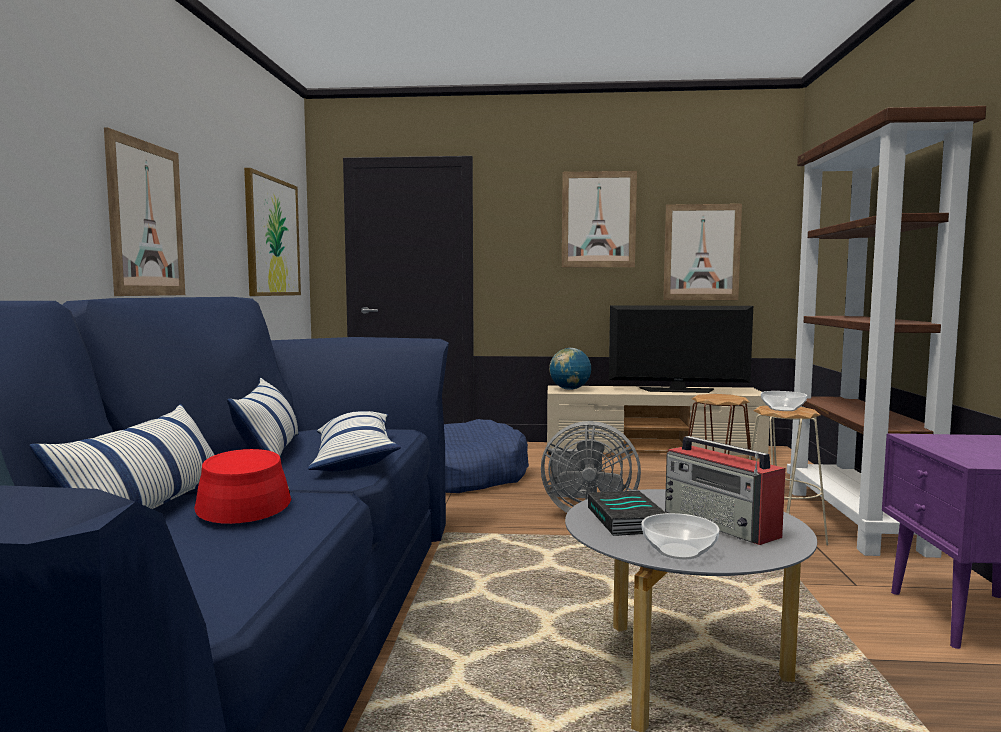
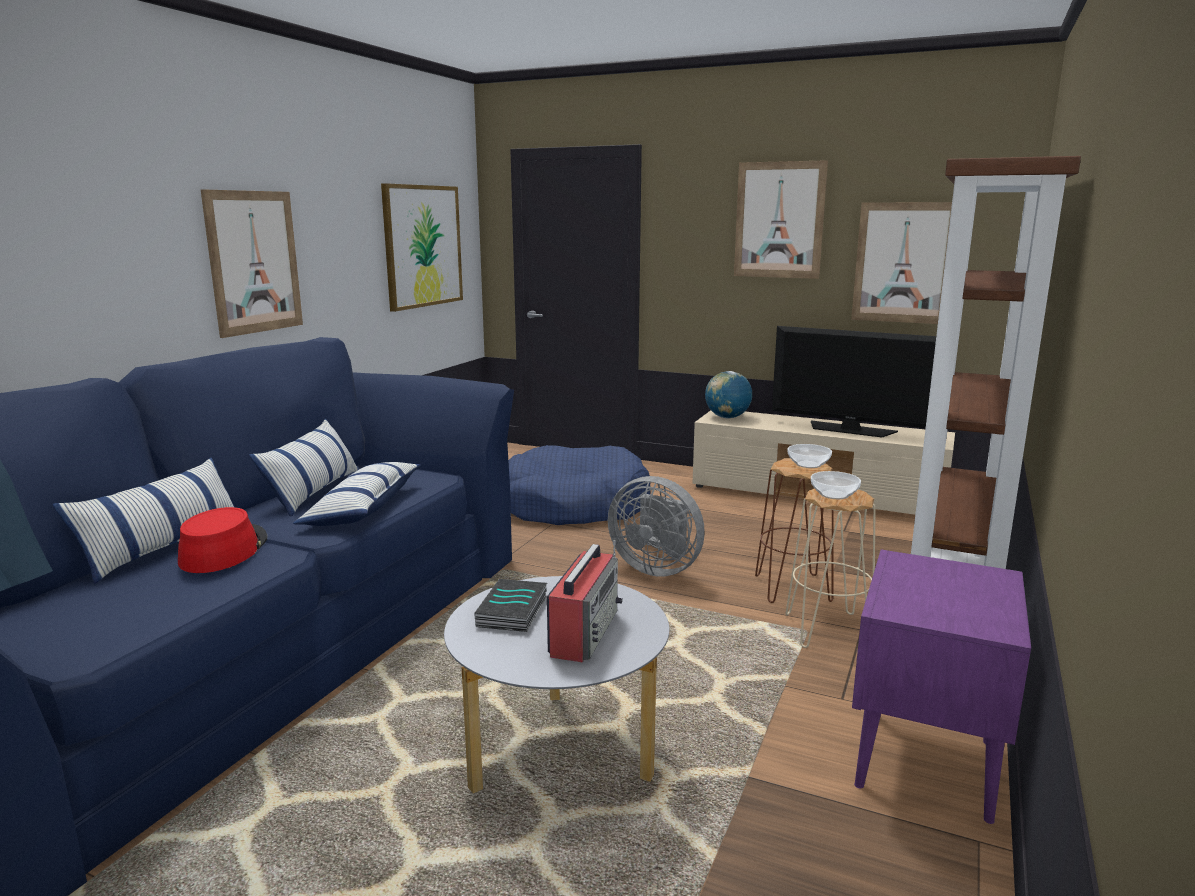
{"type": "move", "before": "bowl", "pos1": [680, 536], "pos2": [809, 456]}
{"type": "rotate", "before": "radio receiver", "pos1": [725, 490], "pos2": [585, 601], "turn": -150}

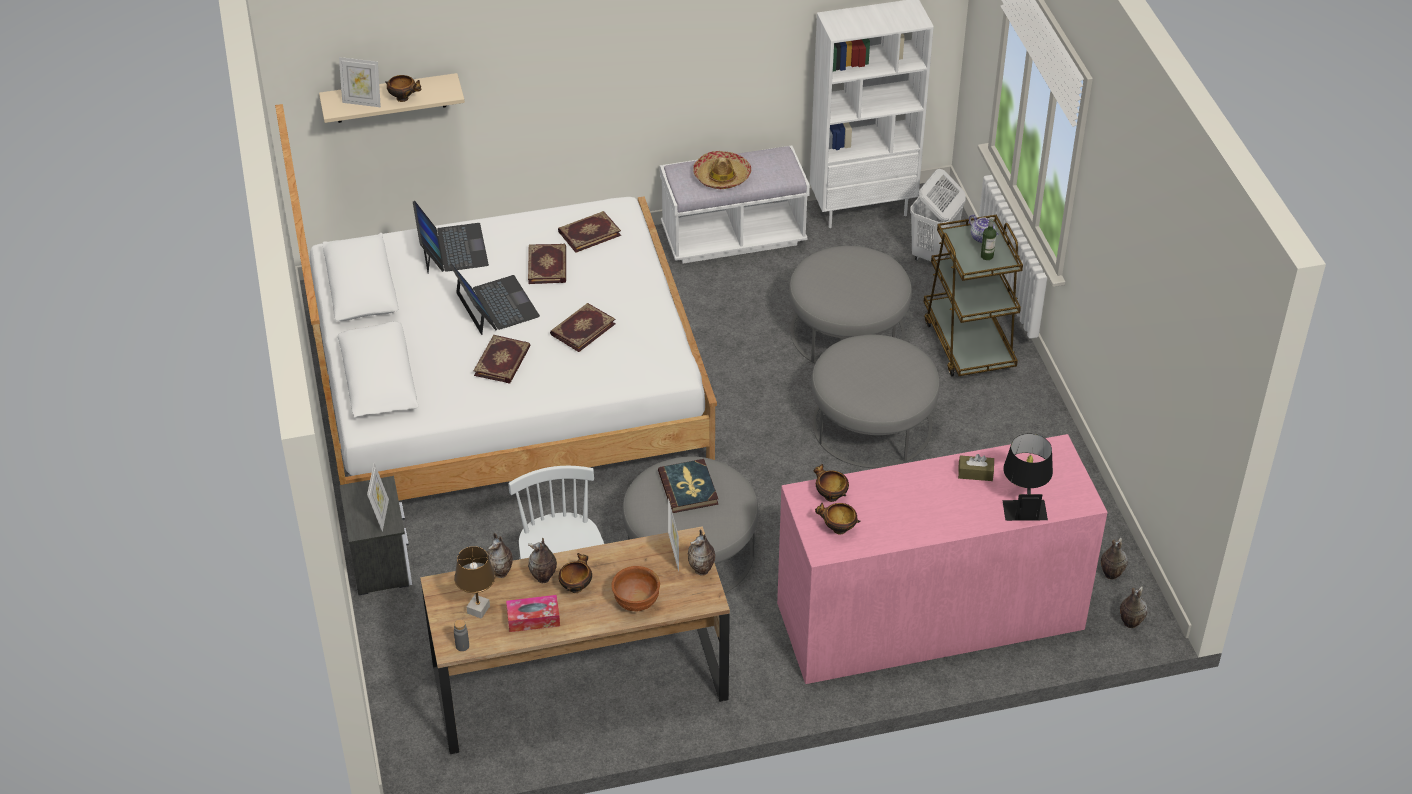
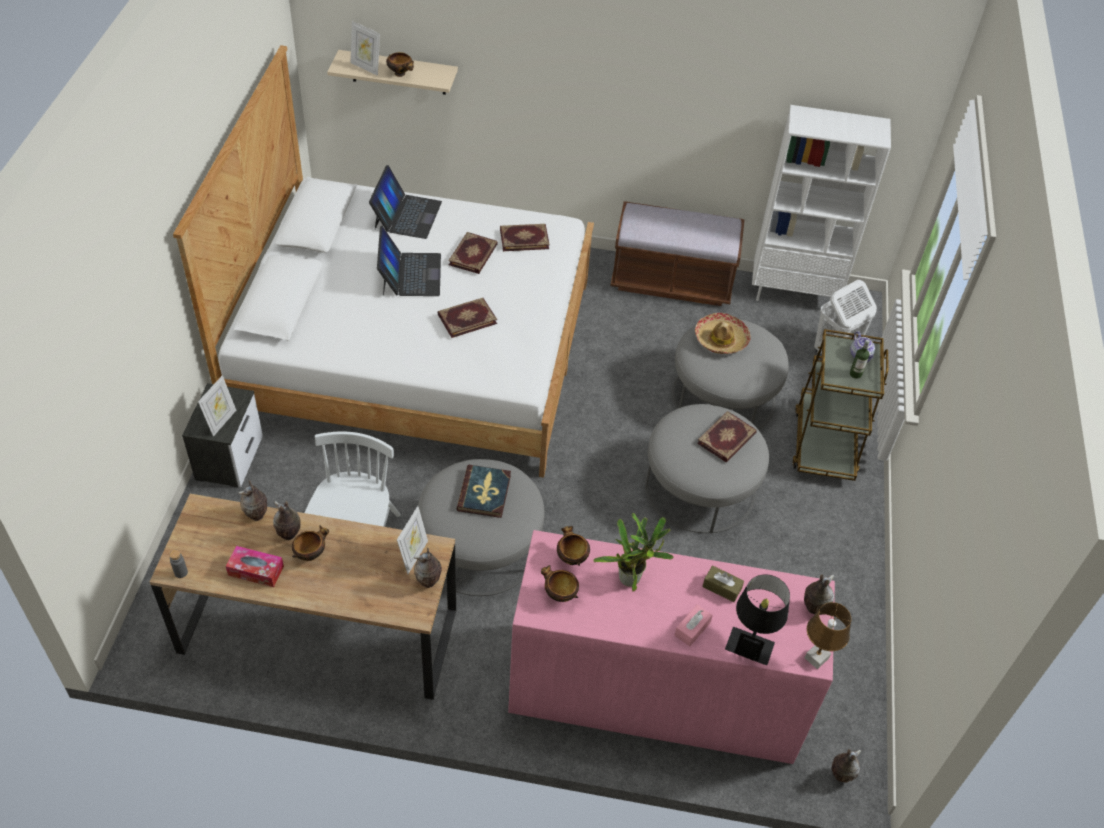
{"type": "delete", "before": "bowl/brown-coloured", "pos1": [635, 588]}
{"type": "insert", "after": "potted plant", "pos2": [633, 552]}
{"type": "insert", "after": "tissue holder/pinkish", "pos2": [693, 625]}
{"type": "move", "before": "table lamp/brown-coloured", "pos1": [474, 582], "pos2": [828, 635]}
{"type": "move", "before": "volume", "pos1": [502, 359], "pos2": [727, 436]}
{"type": "move", "before": "hat", "pos1": [722, 170], "pos2": [723, 333]}
{"type": "move", "before": "flower vase", "pos1": [1114, 559], "pos2": [819, 594]}
{"type": "recolor", "before": "bench/white", "after": "bench/brown-coloured", "pos1": [735, 204], "pos2": [677, 253]}

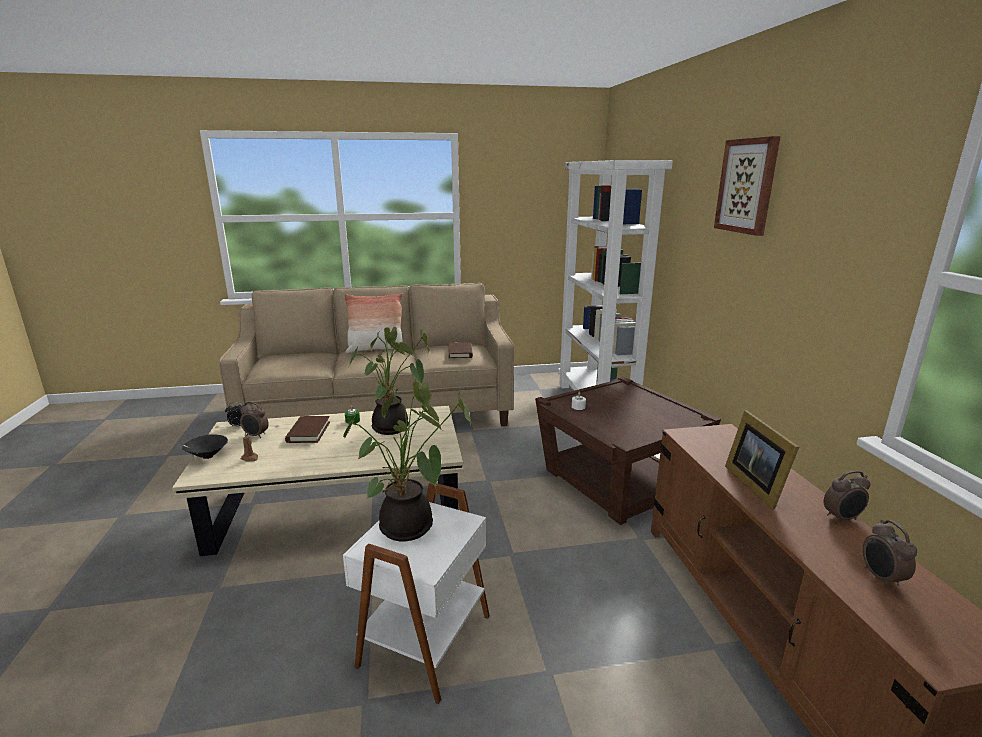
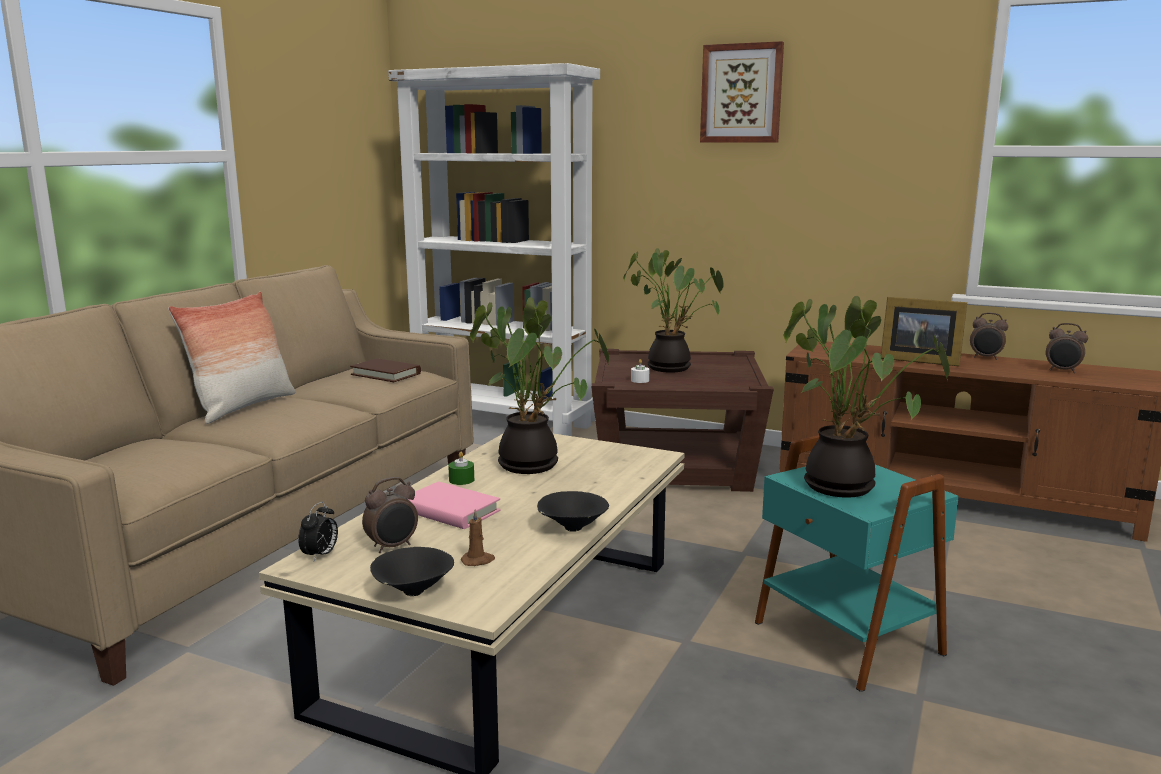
{"type": "insert", "after": "bowl/blackish", "pos2": [573, 511]}
{"type": "insert", "after": "potted plant", "pos2": [673, 310]}
{"type": "recolor", "before": "volume/brown-coloured", "after": "volume/pinkish", "pos1": [307, 429], "pos2": [454, 505]}
{"type": "recolor", "before": "end table/white", "after": "end table/turquoise-coloured", "pos1": [416, 593], "pos2": [857, 563]}
{"type": "rotate", "before": "bedside clock", "pos1": [847, 496], "pos2": [989, 336], "turn": 90}

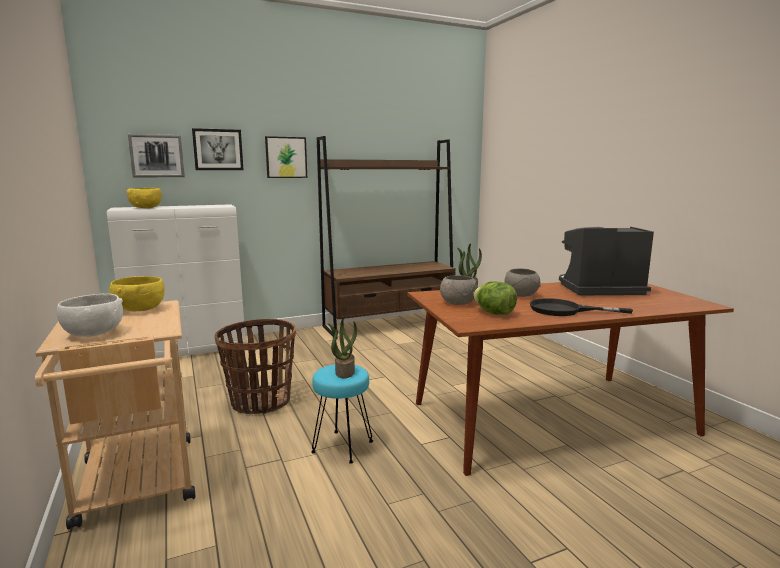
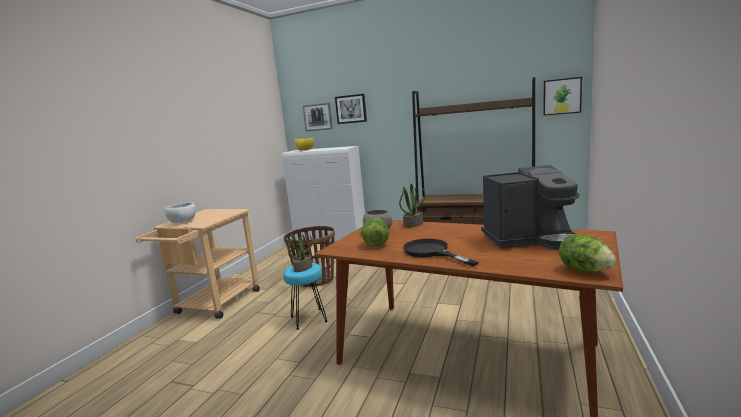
{"type": "delete", "before": "bowl/yellow-coloured", "pos1": [137, 293]}
{"type": "delete", "before": "bowl/grey", "pos1": [523, 282]}
{"type": "insert", "after": "lettuce", "pos2": [587, 253]}
{"type": "move", "before": "wall picture", "pos1": [286, 157], "pos2": [562, 96]}
{"type": "rotate", "before": "coffee brewer", "pos1": [606, 261], "pos2": [530, 207], "turn": 135}

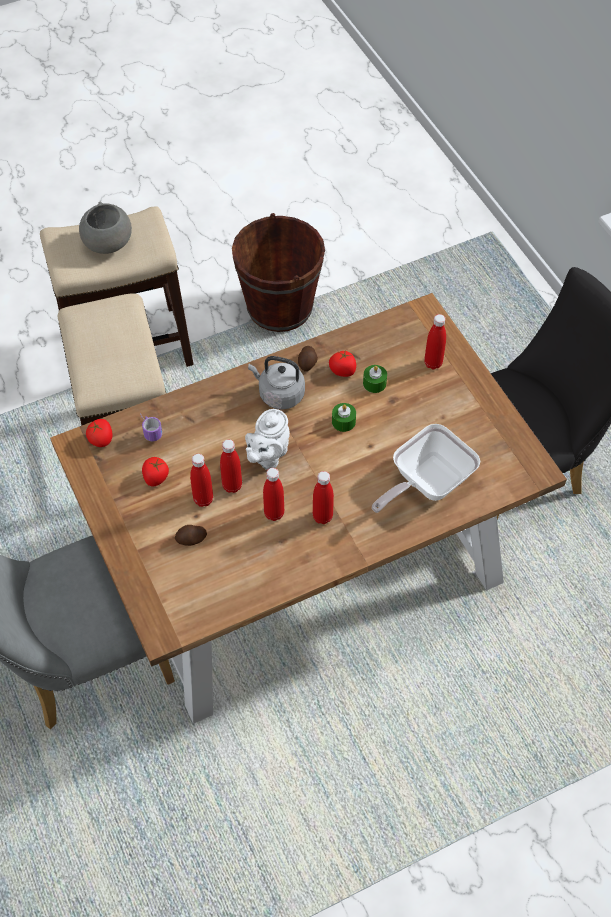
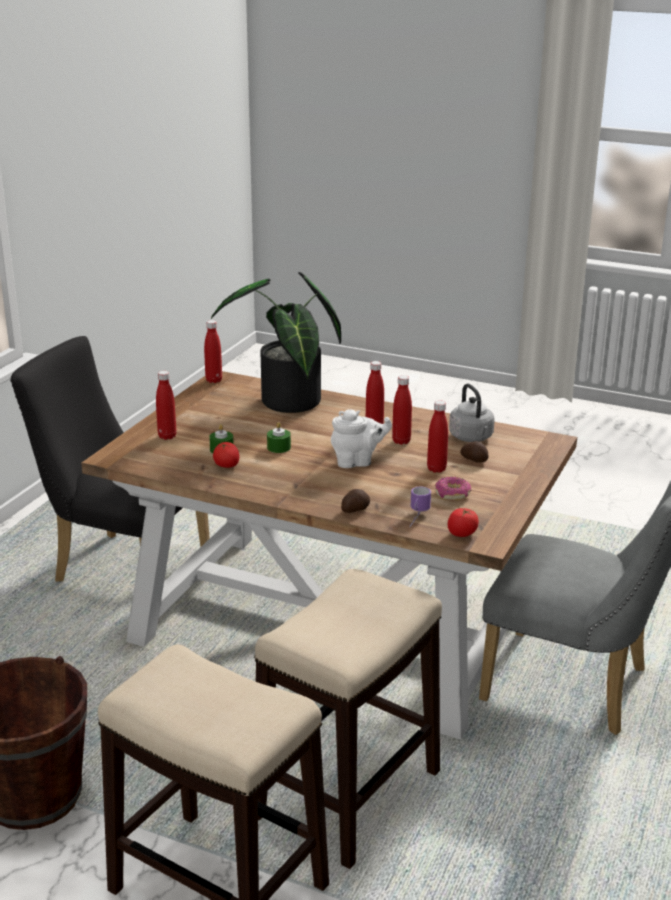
{"type": "delete", "before": "bowl/grey", "pos1": [105, 228]}
{"type": "move", "before": "beverage bottle/red-coloured", "pos1": [231, 466], "pos2": [213, 351]}
{"type": "move", "before": "water kettle/grey", "pos1": [276, 383], "pos2": [472, 412]}
{"type": "move", "before": "potato", "pos1": [308, 358], "pos2": [355, 501]}
{"type": "replace", "before": "fresh tomato", "after": "ring doughnut", "pos1": [155, 472], "pos2": [453, 488]}
{"type": "replace", "before": "skillet", "after": "potted plant", "pos1": [426, 468], "pos2": [276, 342]}

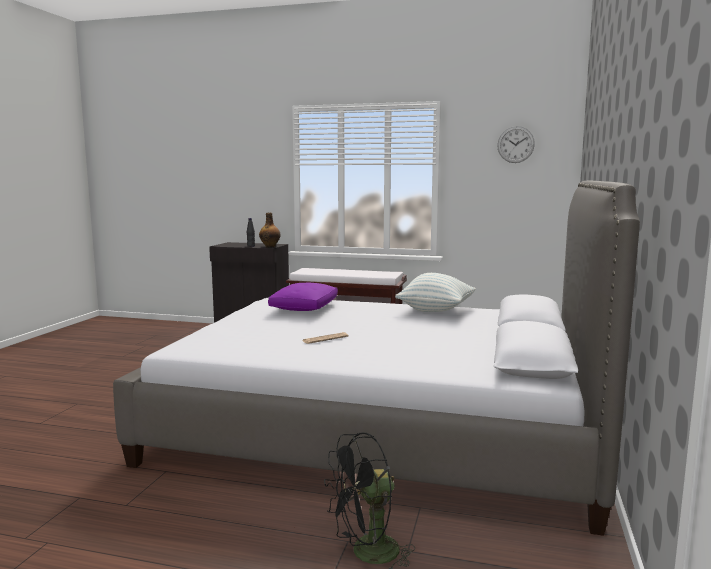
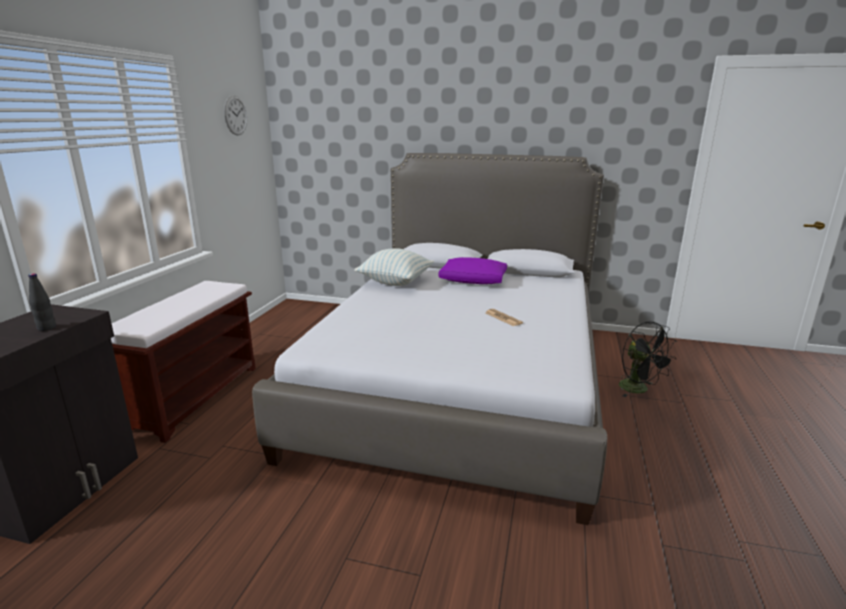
{"type": "delete", "before": "beverage bottle", "pos1": [269, 230]}
{"type": "move", "before": "cushion/purplish", "pos1": [303, 297], "pos2": [472, 270]}

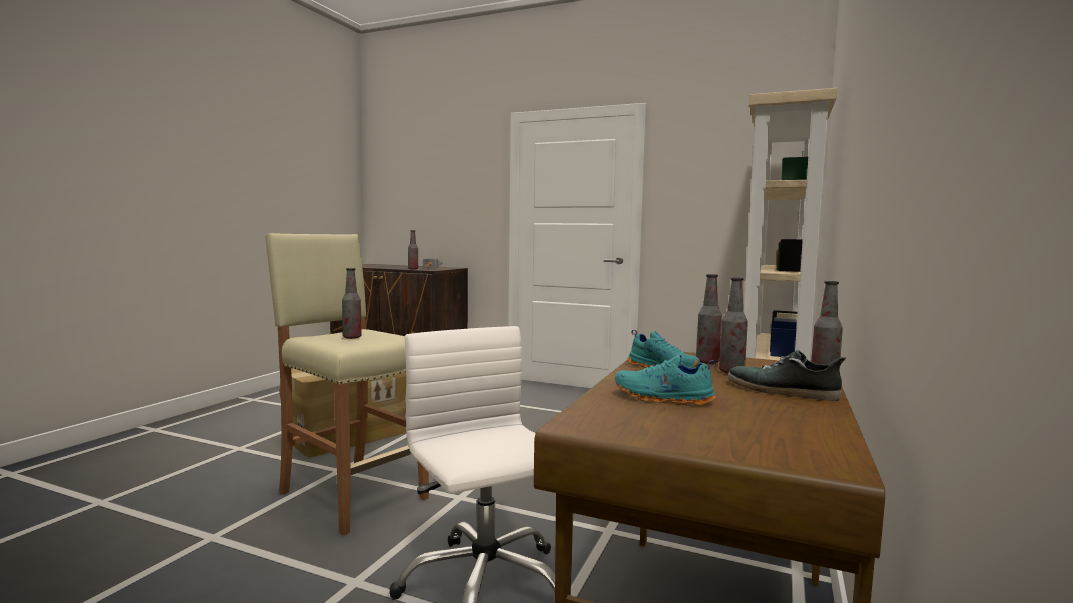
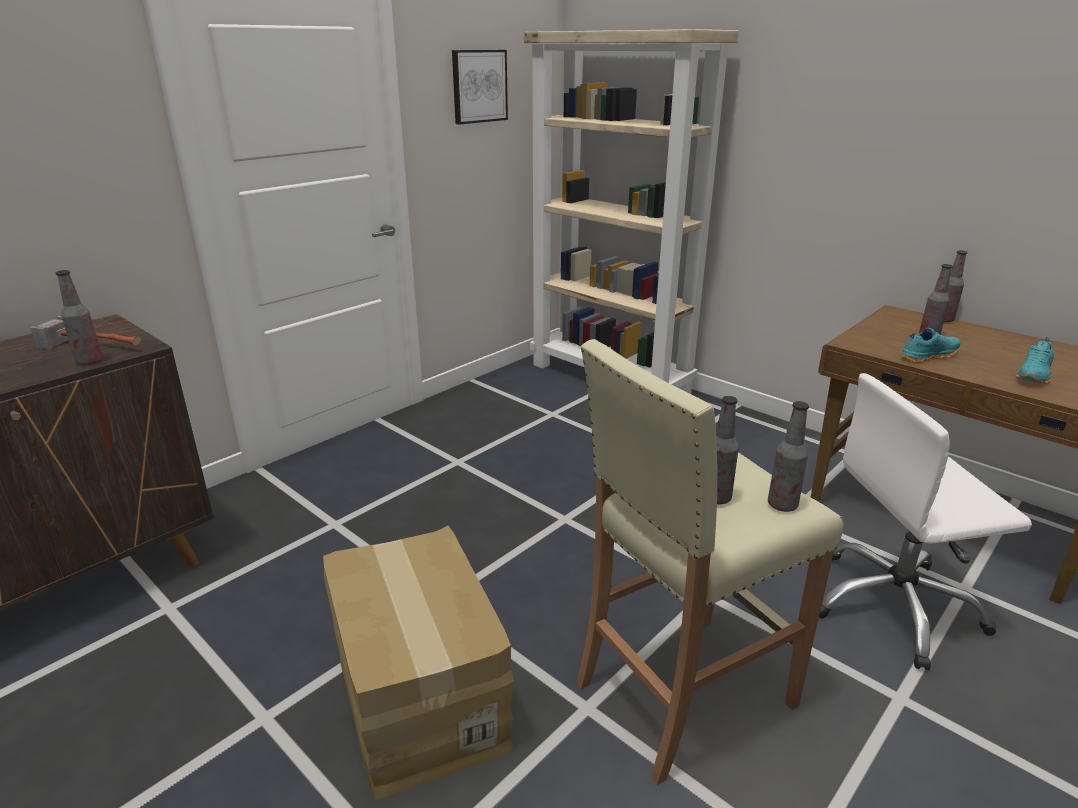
{"type": "delete", "before": "shoe", "pos1": [787, 375]}
{"type": "insert", "after": "wall picture", "pos2": [480, 87]}
{"type": "move", "before": "beverage bottle", "pos1": [709, 319], "pos2": [788, 456]}

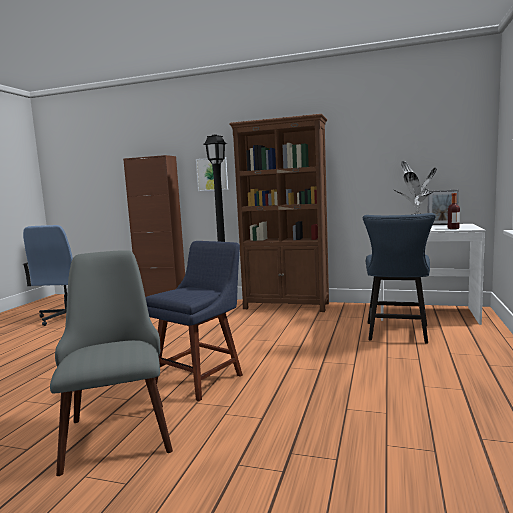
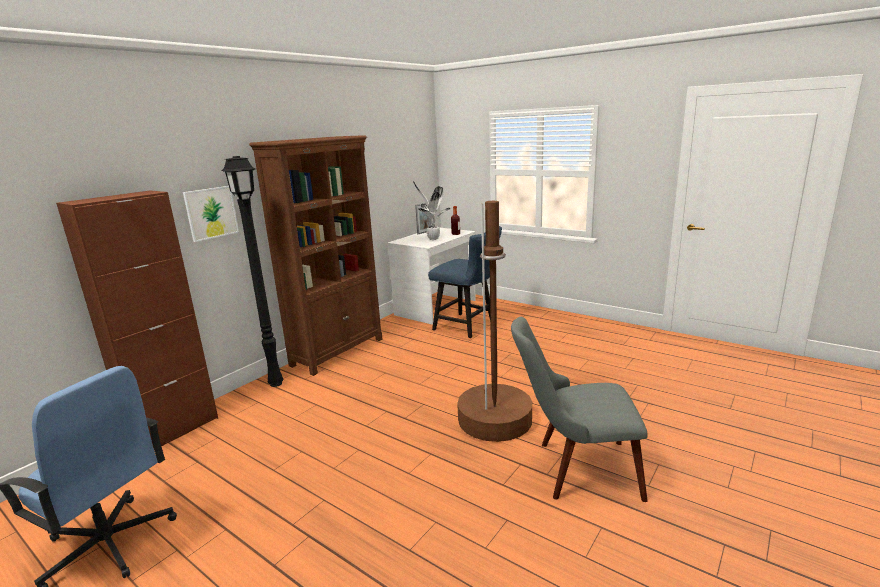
{"type": "replace", "before": "chair/bluish", "after": "floor lamp/brown-coloured", "pos1": [194, 321], "pos2": [494, 321]}

